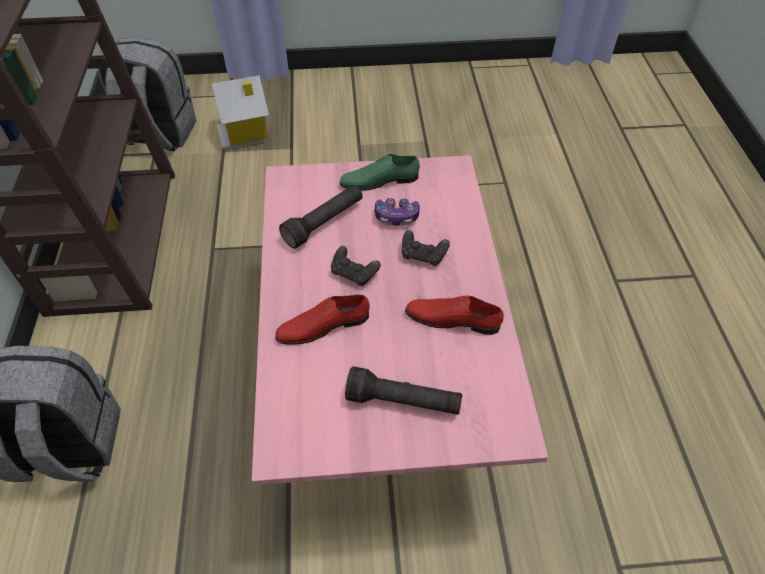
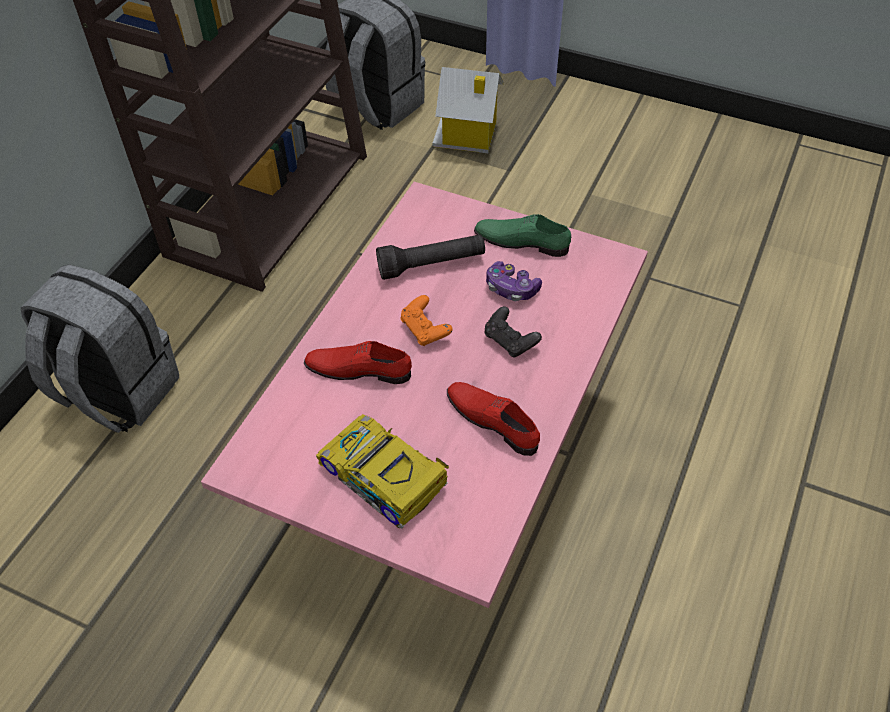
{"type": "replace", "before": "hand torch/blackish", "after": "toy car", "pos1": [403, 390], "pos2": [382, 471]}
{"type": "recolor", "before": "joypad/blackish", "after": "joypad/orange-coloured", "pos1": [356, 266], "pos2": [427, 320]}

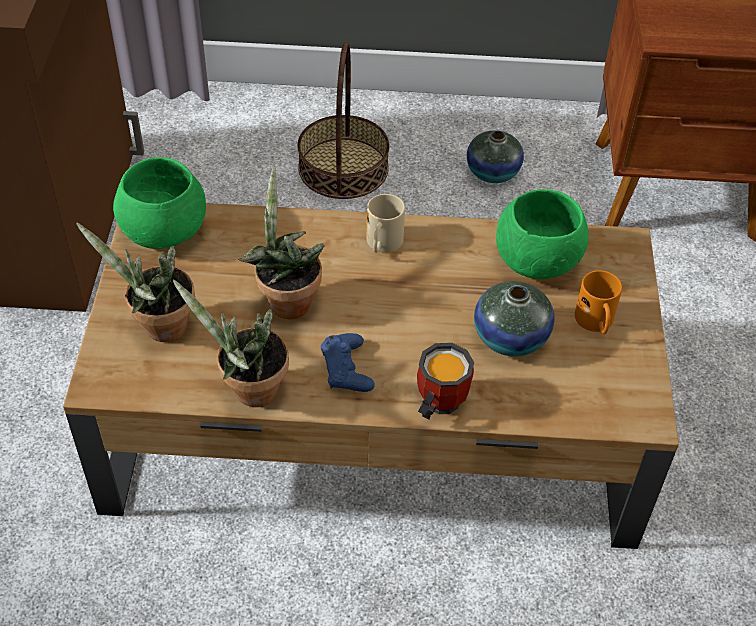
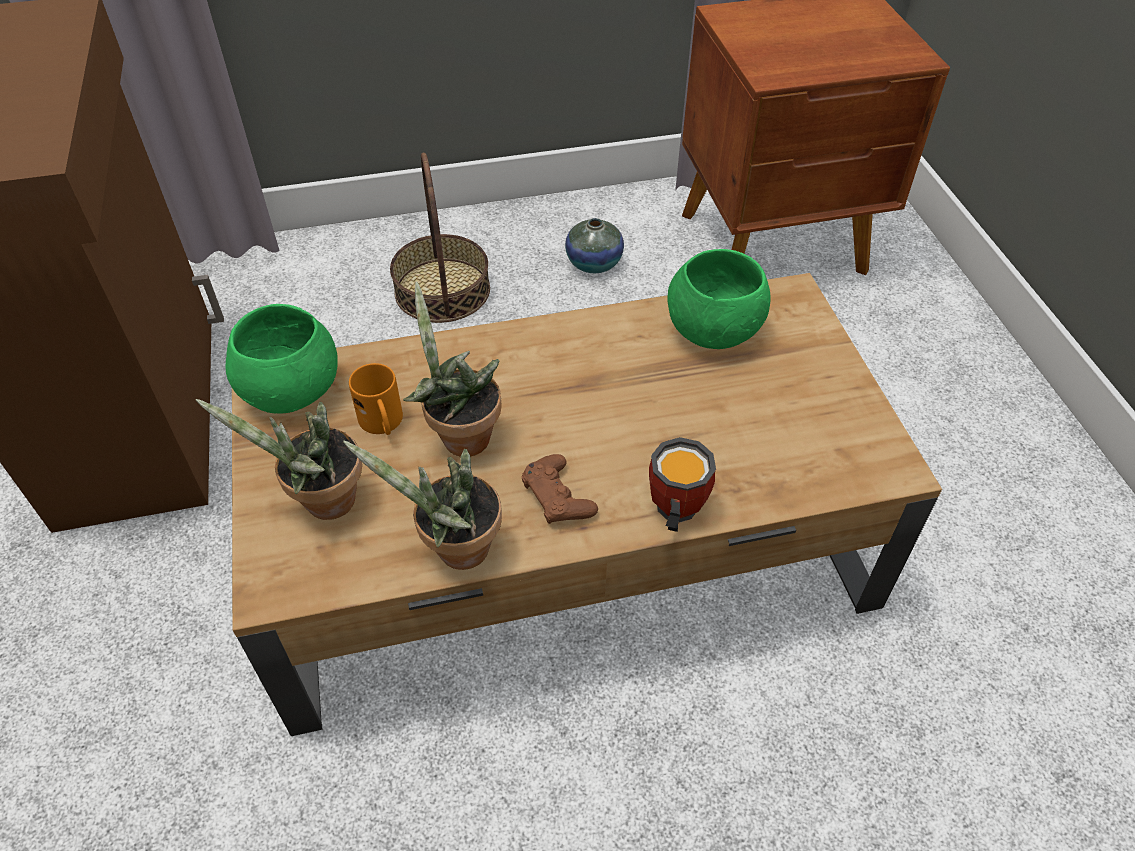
{"type": "delete", "before": "mug/beige", "pos1": [386, 223]}
{"type": "delete", "before": "flower vase", "pos1": [514, 318]}
{"type": "move", "before": "mug/orange-coloured", "pos1": [598, 302], "pos2": [376, 399]}
{"type": "recolor", "before": "joypad/bluish", "after": "joypad/brown-coloured", "pos1": [348, 362], "pos2": [559, 489]}

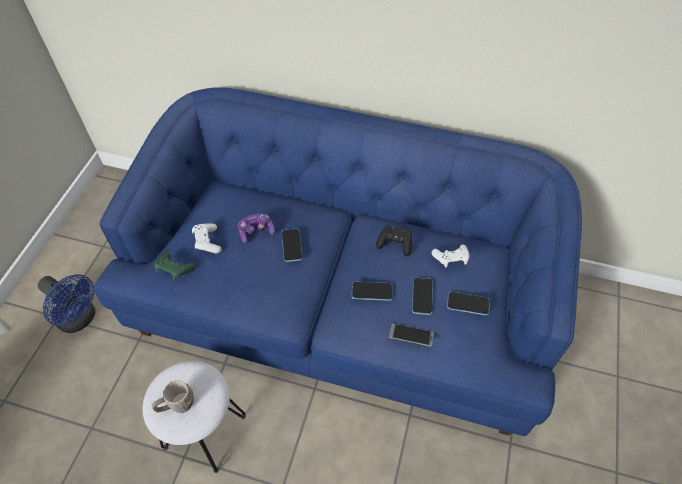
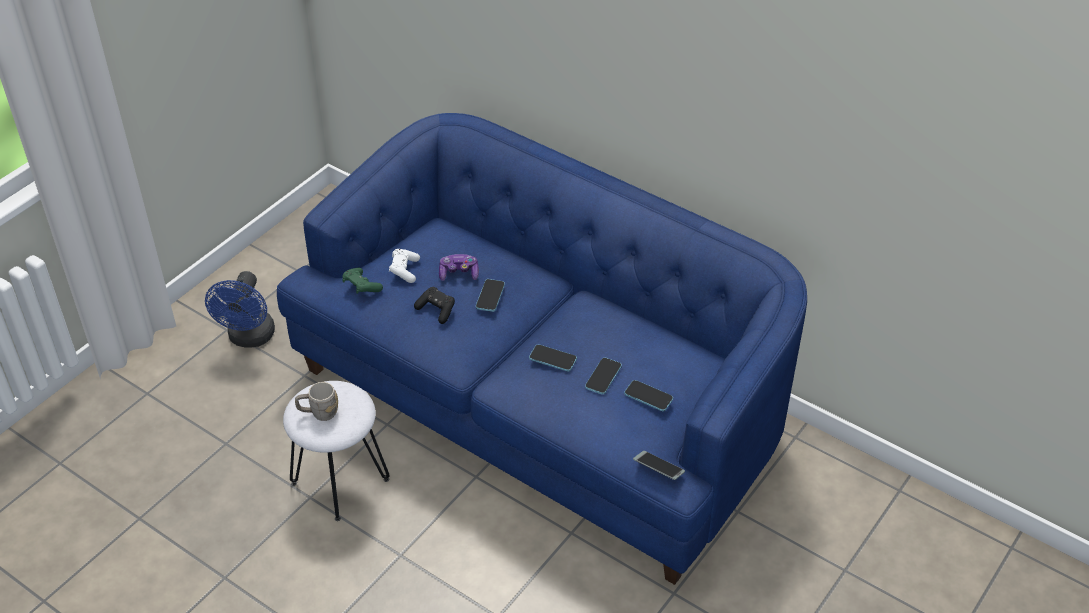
{"type": "delete", "before": "joypad/white", "pos1": [450, 256]}
{"type": "move", "before": "joypad/blackish", "pos1": [394, 240], "pos2": [434, 305]}
{"type": "move", "before": "phone", "pos1": [411, 335], "pos2": [659, 465]}
{"type": "rotate", "before": "electric fan/bluish", "pos1": [66, 303], "pos2": [240, 309], "turn": 45}

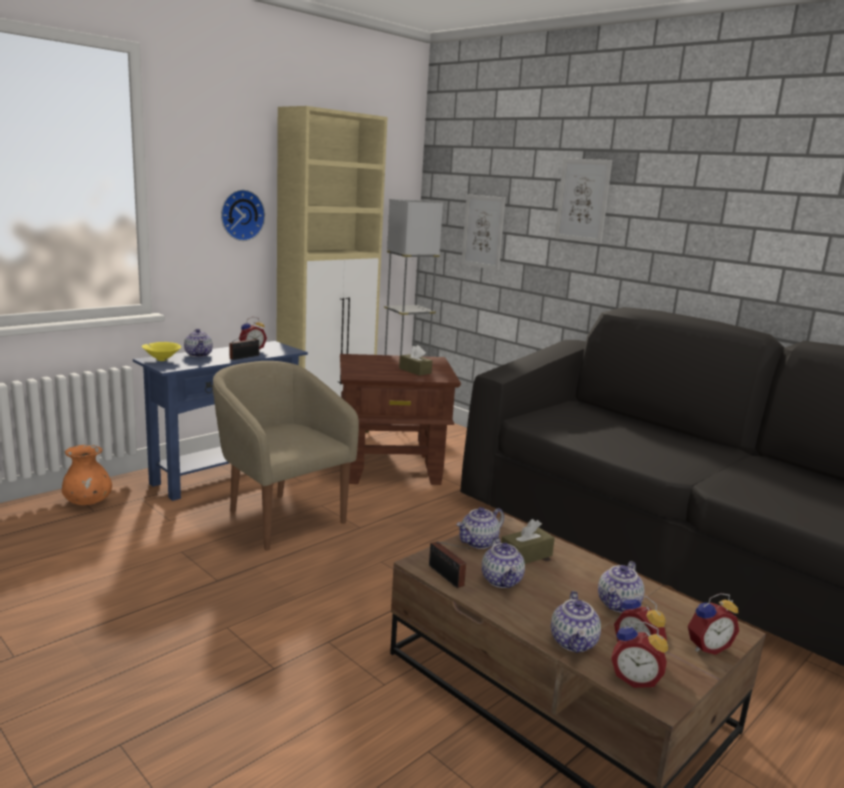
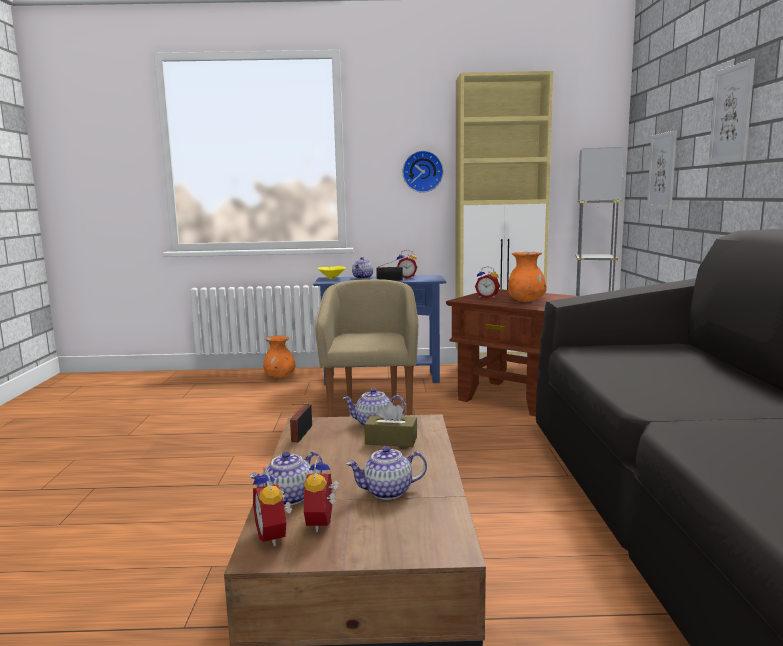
{"type": "delete", "before": "tea pot", "pos1": [503, 562]}
{"type": "move", "before": "bedside clock", "pos1": [713, 624], "pos2": [487, 282]}
{"type": "replace", "before": "tissue holder/brown-coloured", "after": "flower vase/orange-coloured", "pos1": [415, 360], "pos2": [527, 277]}

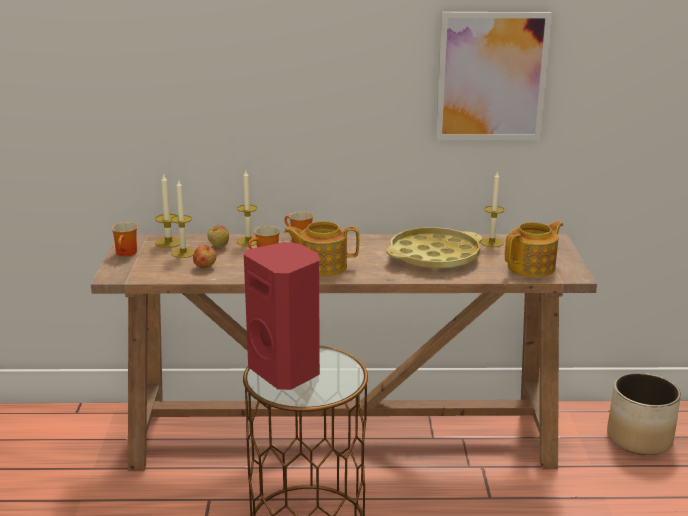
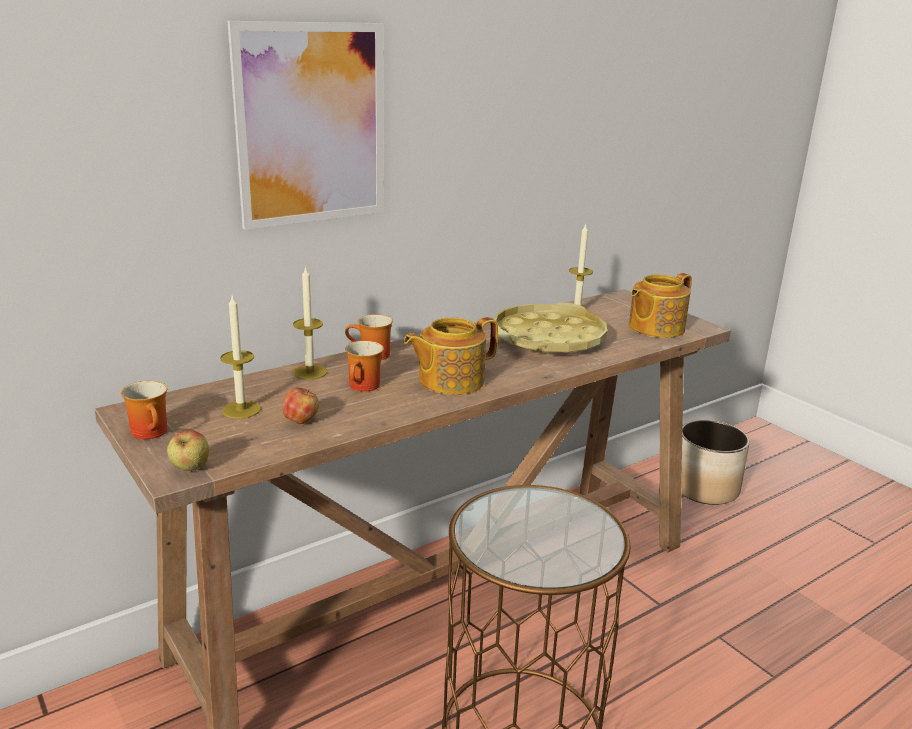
{"type": "delete", "before": "candle", "pos1": [167, 210]}
{"type": "delete", "before": "audio speaker/red-coloured", "pos1": [282, 316]}
{"type": "move", "before": "apple", "pos1": [218, 236], "pos2": [188, 450]}
{"type": "move", "before": "wall picture", "pos1": [494, 76], "pos2": [305, 125]}
{"type": "rotate", "before": "tea pot", "pos1": [534, 249], "pos2": [660, 305], "turn": -150}

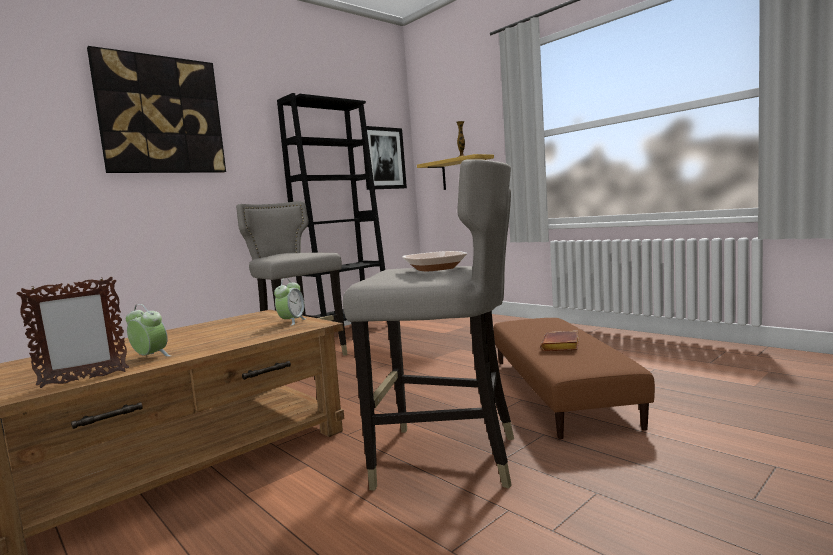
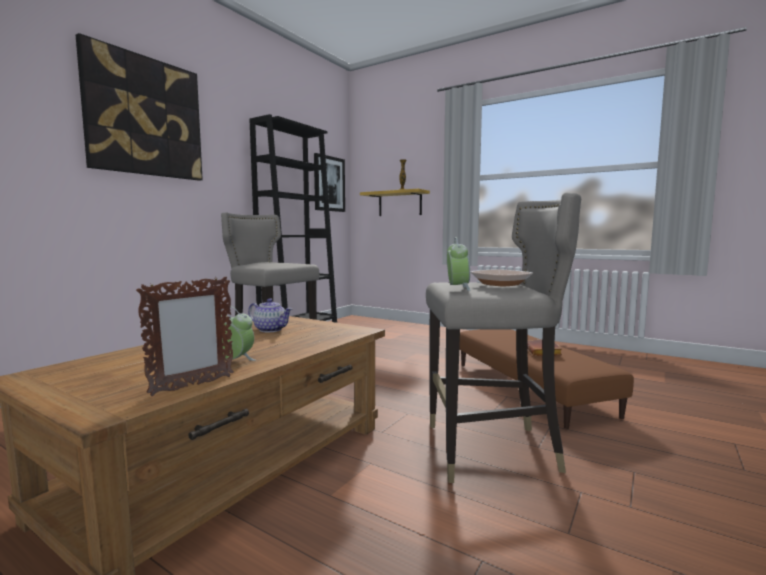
{"type": "insert", "after": "tea pot", "pos2": [270, 315]}
{"type": "move", "before": "bedside clock", "pos1": [290, 302], "pos2": [459, 264]}

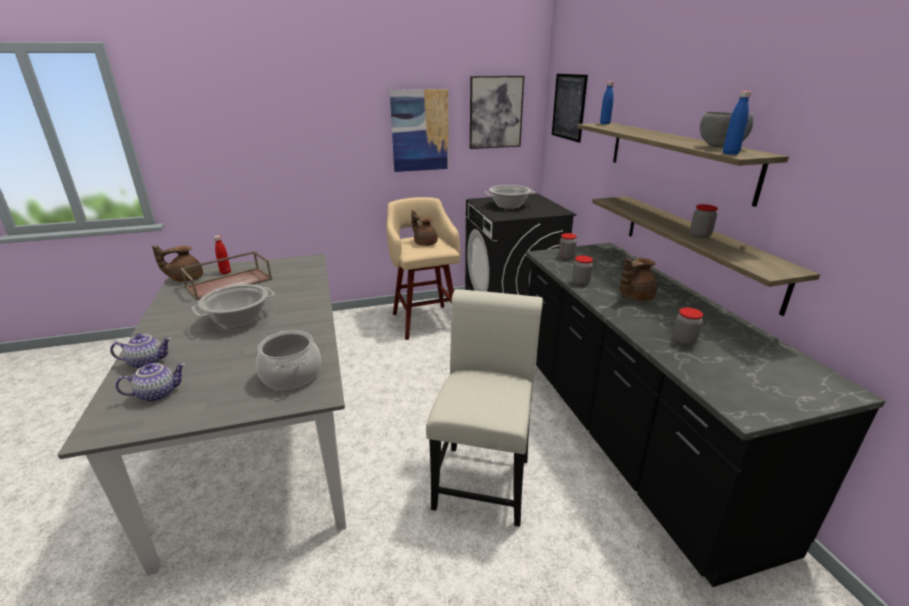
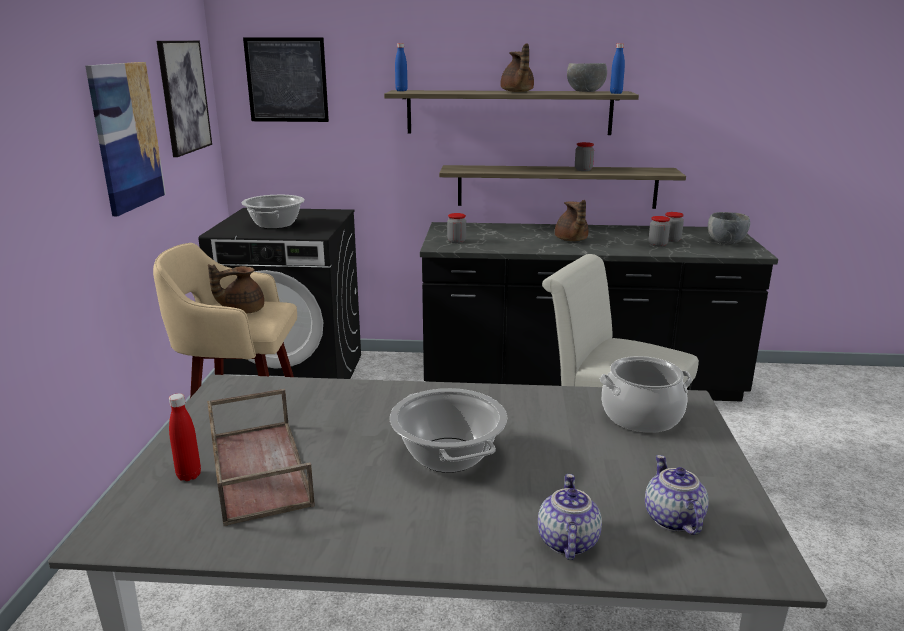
{"type": "insert", "after": "bowl/grey", "pos2": [729, 228]}
{"type": "move", "before": "tea pot/brown-coloured", "pos1": [177, 263], "pos2": [517, 67]}
{"type": "move", "before": "preserve jar", "pos1": [582, 271], "pos2": [674, 227]}

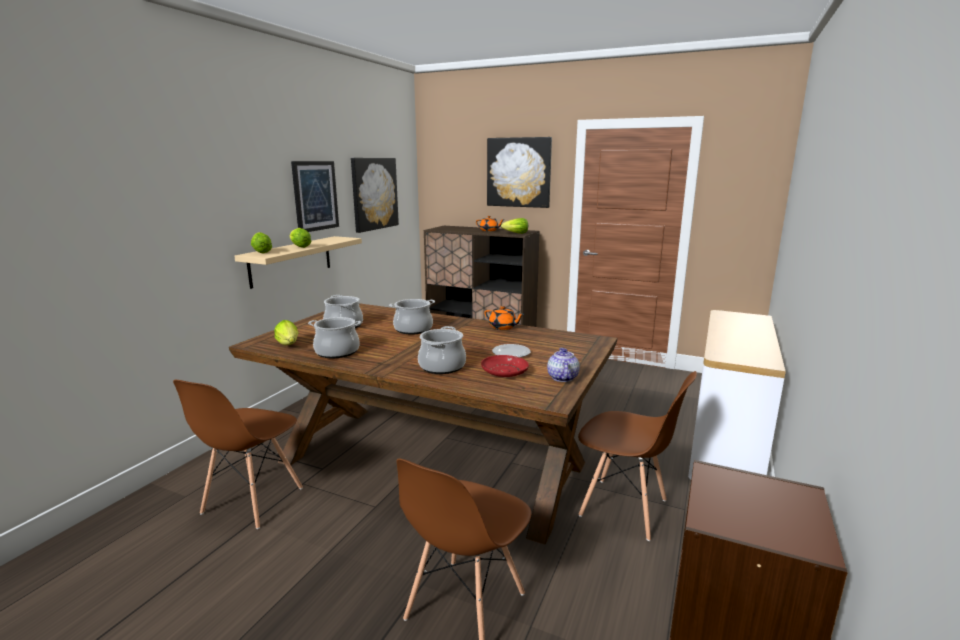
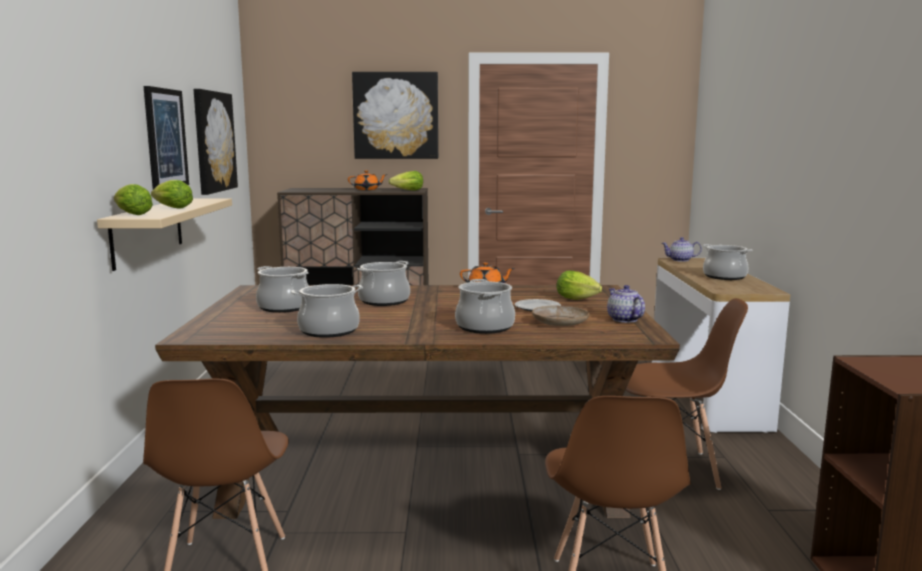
{"type": "insert", "after": "tea pot", "pos2": [682, 249]}
{"type": "insert", "after": "stockpot", "pos2": [727, 262]}
{"type": "move", "before": "lettuce", "pos1": [286, 332], "pos2": [579, 285]}
{"type": "recolor", "before": "flat dish/red-coloured", "after": "flat dish/beige", "pos1": [505, 366], "pos2": [560, 315]}

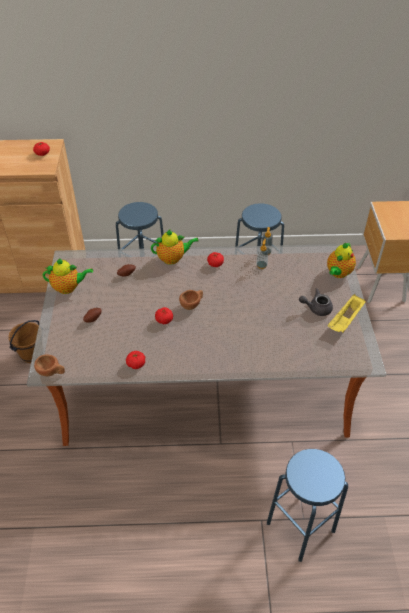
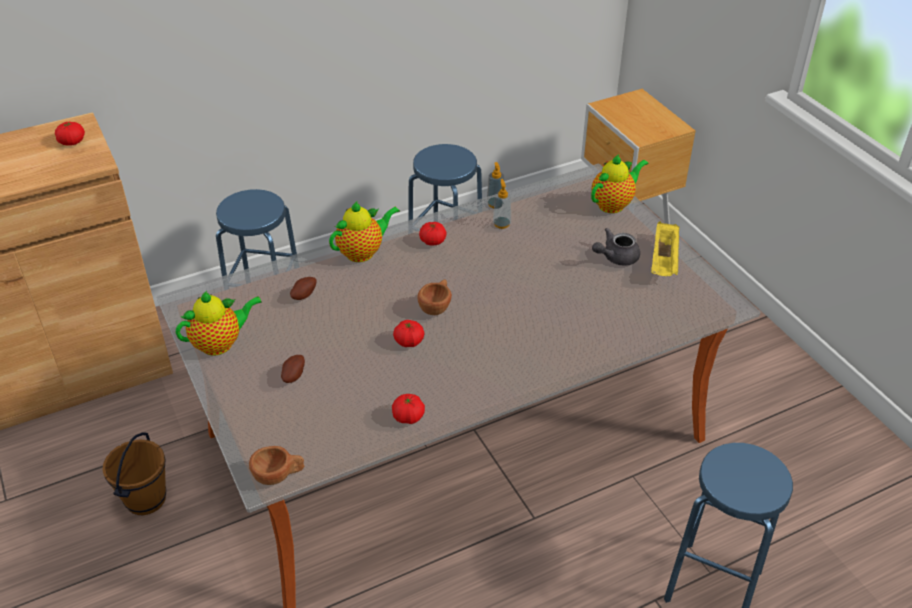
{"type": "rotate", "before": "tea pot", "pos1": [341, 260], "pos2": [619, 183], "turn": -135}

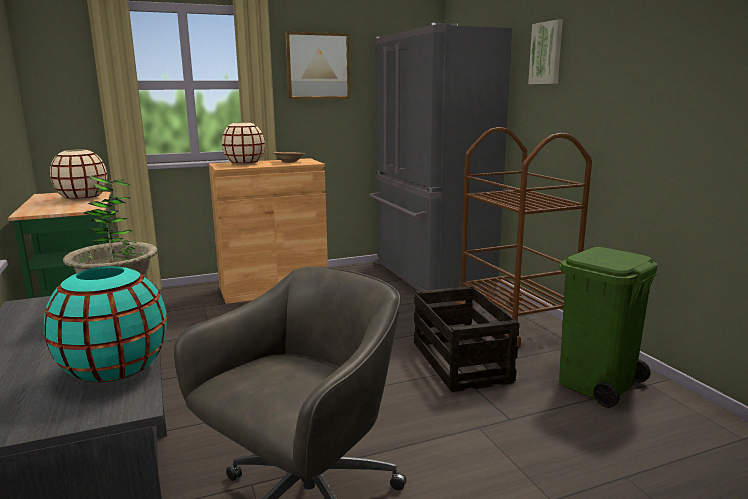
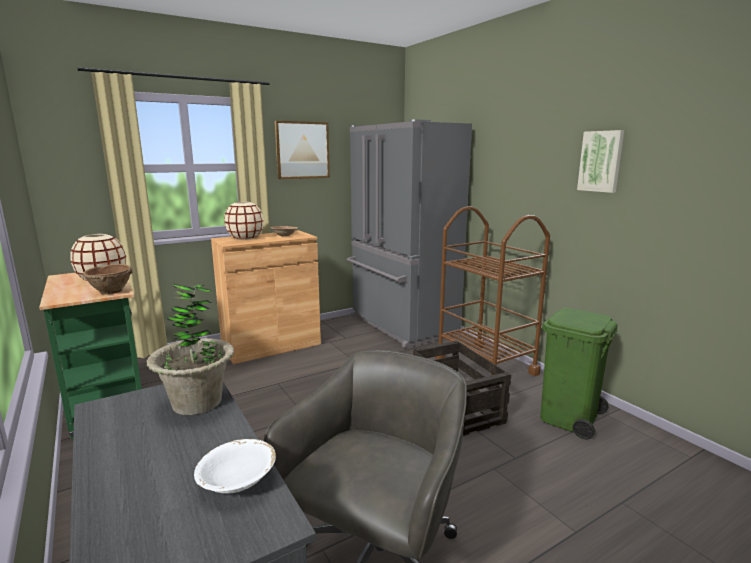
{"type": "insert", "after": "bowl/brown-coloured", "pos2": [107, 279]}
{"type": "move", "before": "wall picture", "pos1": [545, 52], "pos2": [600, 161]}
{"type": "replace", "before": "flower vase/turquoise-coloured", "after": "bowl/white", "pos1": [105, 324], "pos2": [235, 466]}

